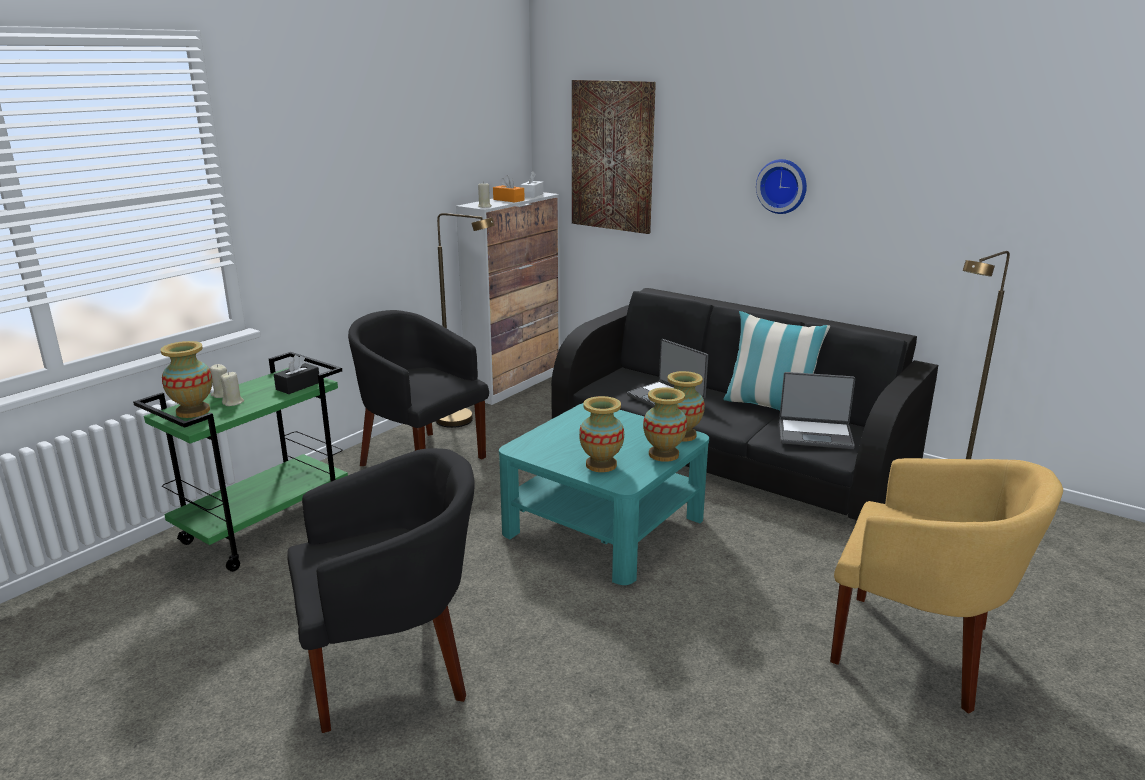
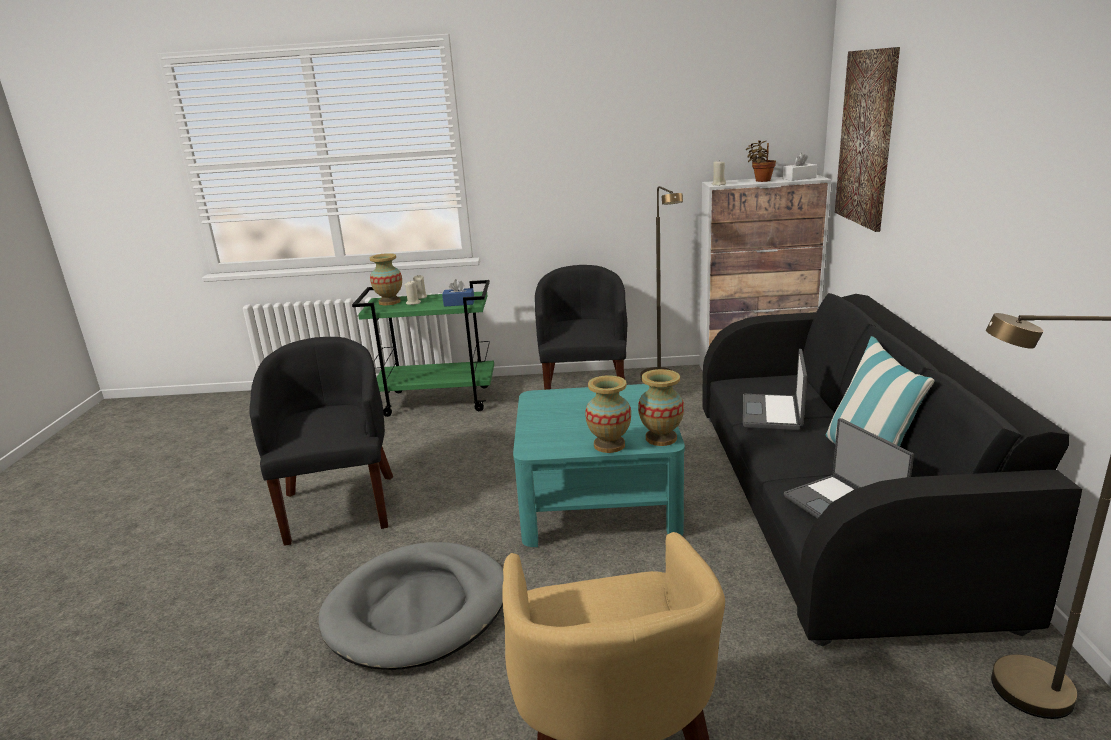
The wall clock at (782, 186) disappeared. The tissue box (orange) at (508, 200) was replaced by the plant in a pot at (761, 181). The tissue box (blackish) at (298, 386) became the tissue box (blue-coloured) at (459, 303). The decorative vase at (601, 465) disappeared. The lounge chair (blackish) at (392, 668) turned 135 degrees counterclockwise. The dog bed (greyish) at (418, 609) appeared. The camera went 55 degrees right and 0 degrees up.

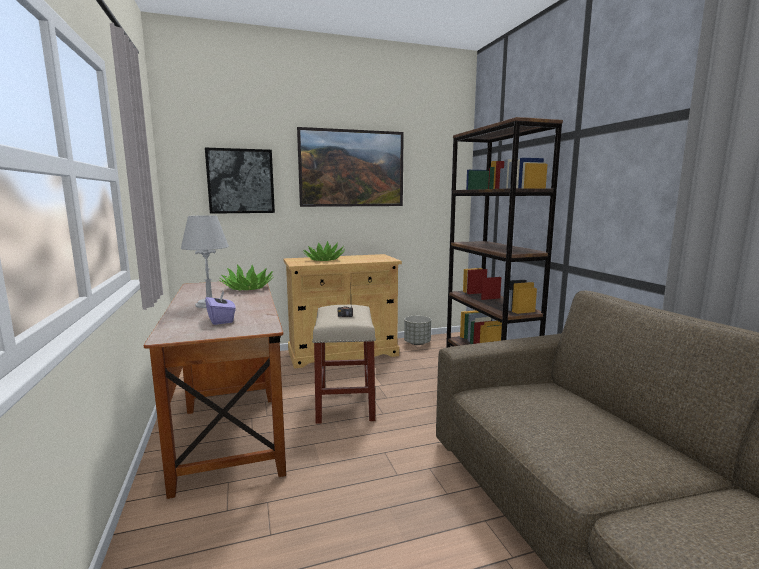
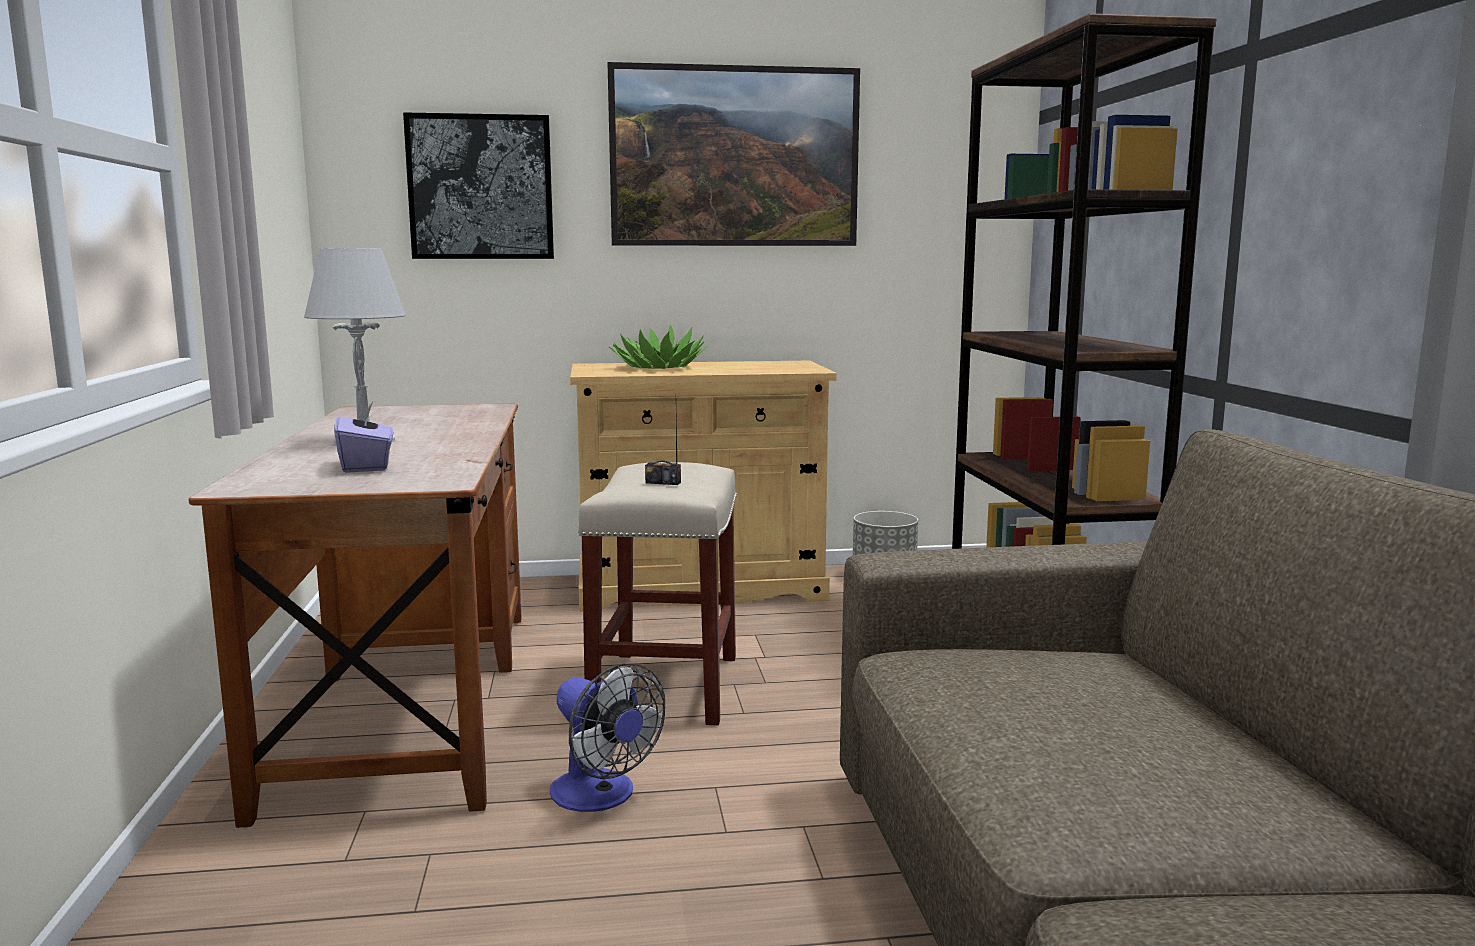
The plant in a pot at (247, 288) disappeared. The cooling fan at (601, 796) appeared. The camera went 10 degrees right and 0 degrees up.

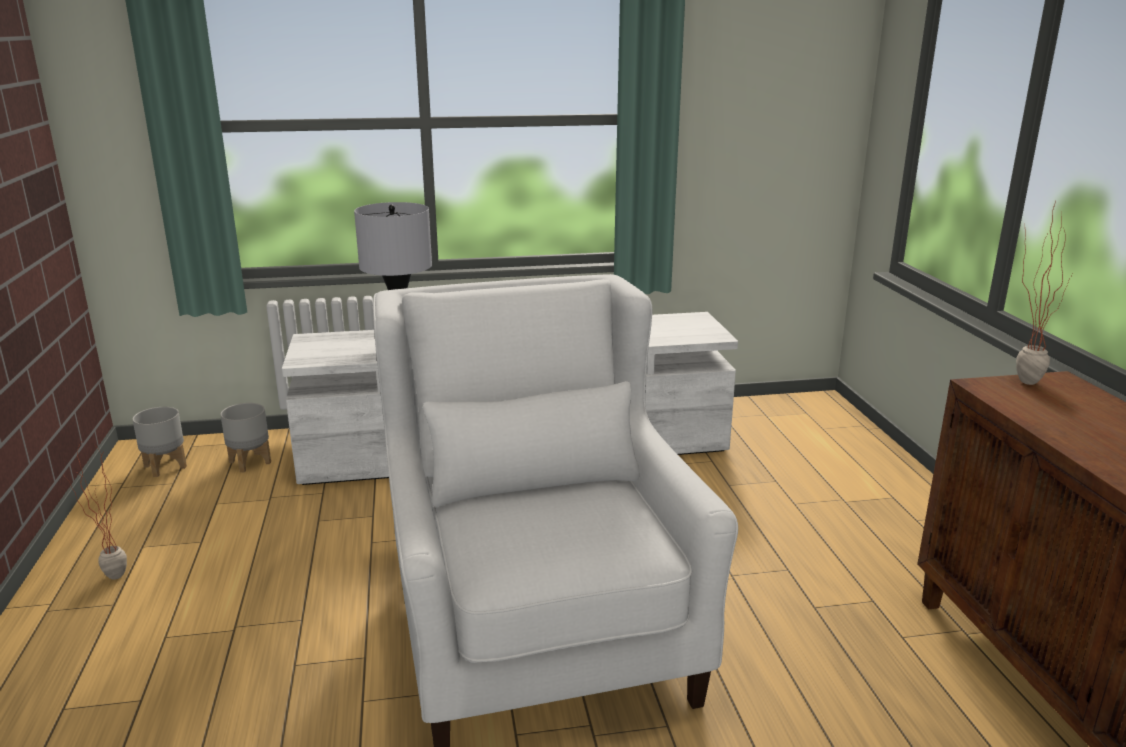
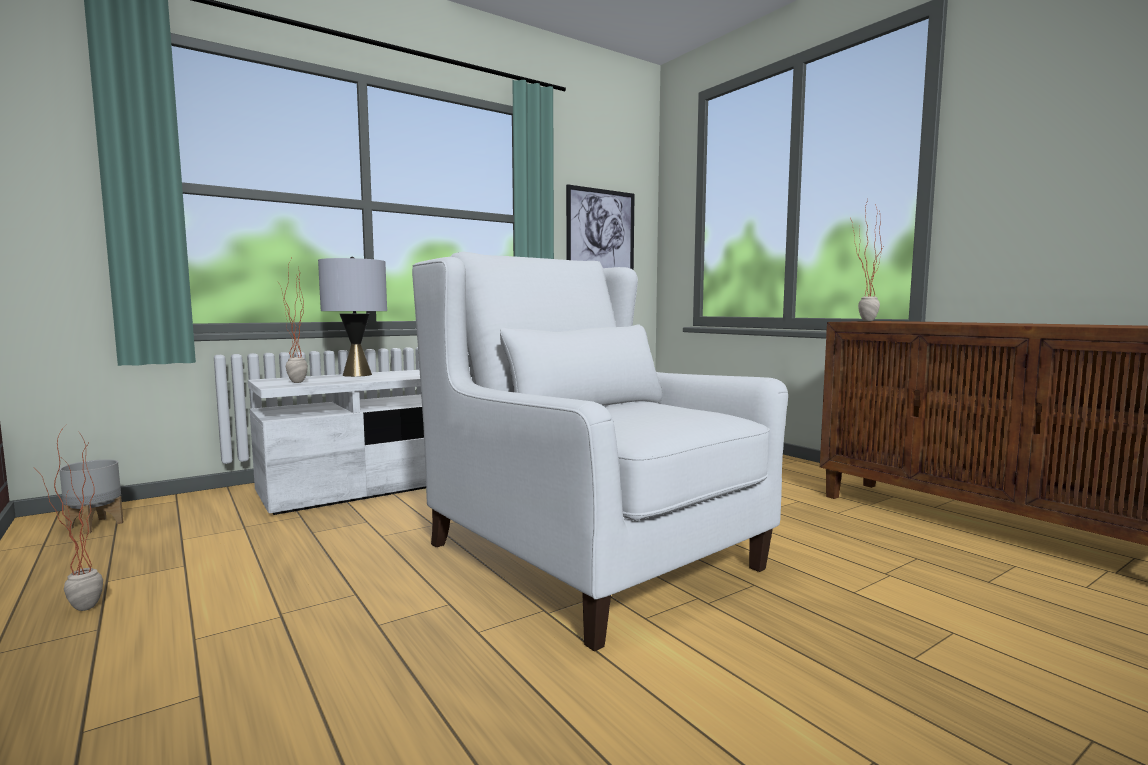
The plant pot (greyish) at (250, 462) disappeared. The picture at (600, 232) appeared. The plant in a pot at (296, 383) appeared. The camera went 25 degrees left and 15 degrees down.

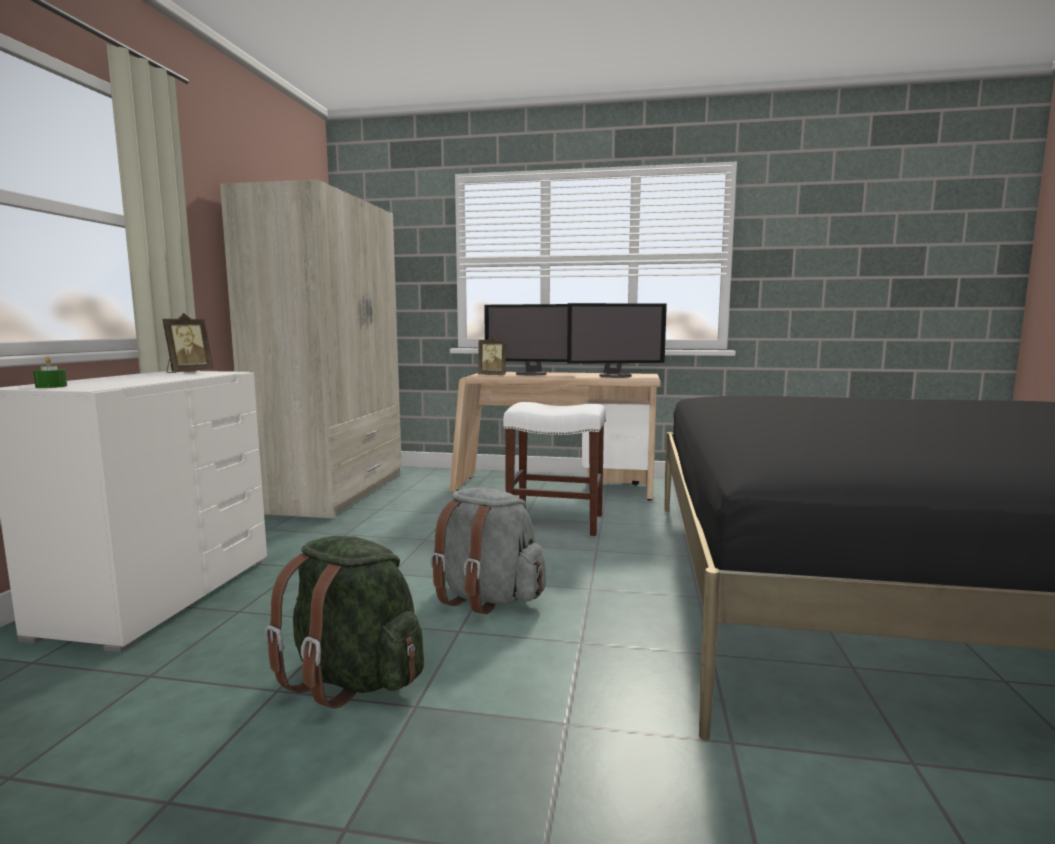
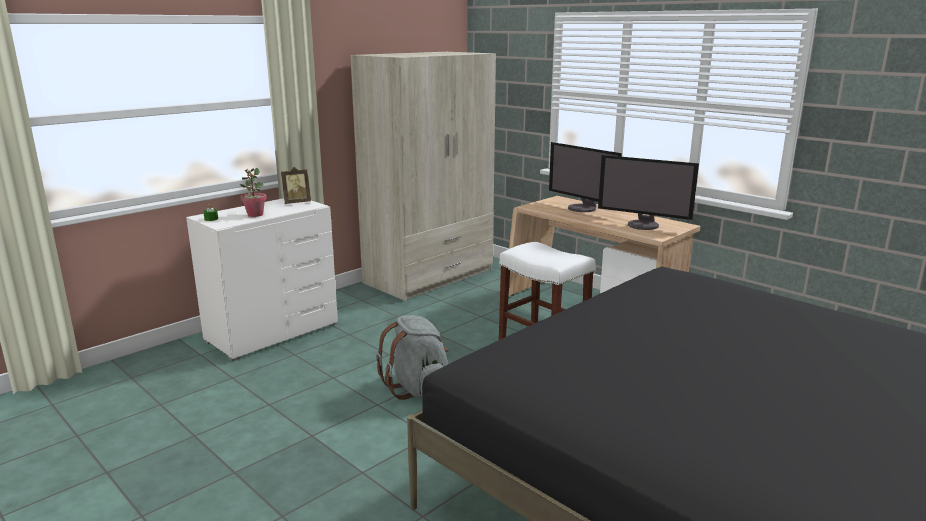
The standing frame at (492, 375) disappeared. The backpack (green) at (353, 679) disappeared. The plant in a pot at (255, 215) appeared. The camera went 35 degrees right and 10 degrees up.

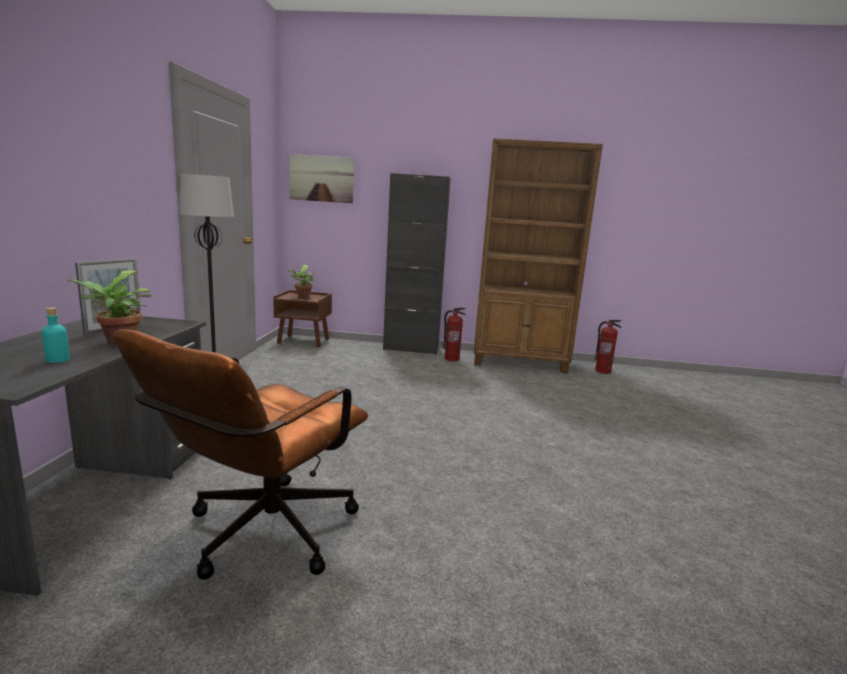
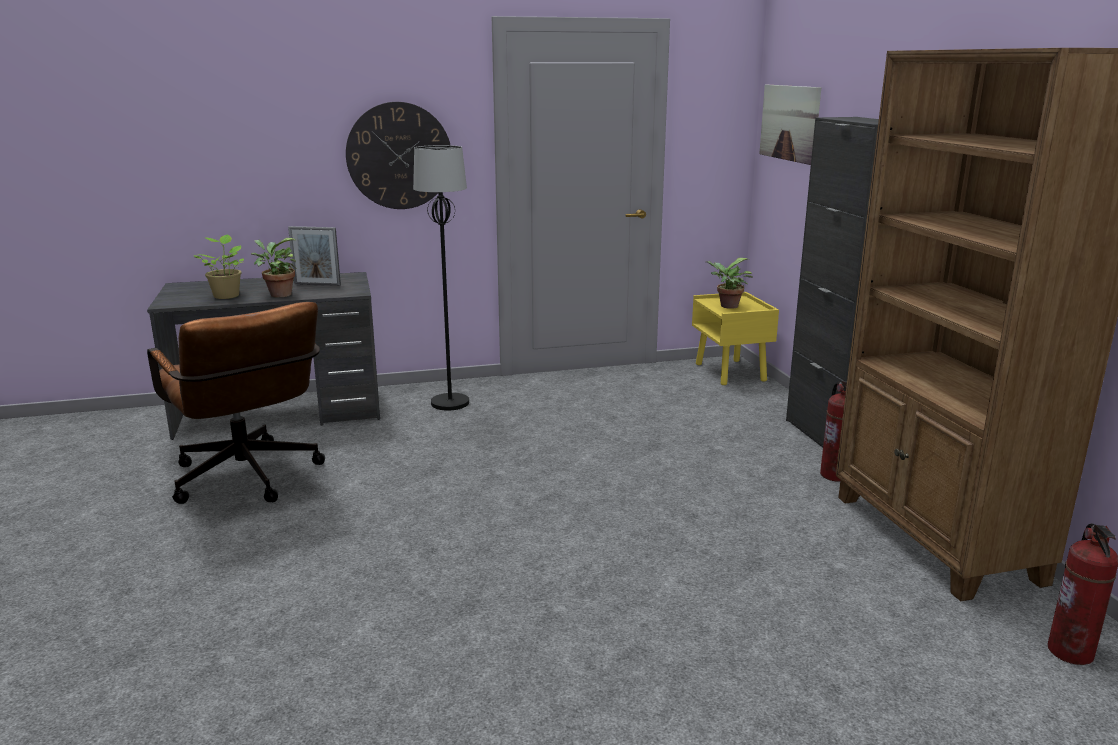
The night table (brownish) at (304, 341) became the night table (yellowish) at (731, 372). The beverage bottle (blue-green) at (58, 359) was replaced by the plant in a pot at (226, 295). The computer chair (brownish) at (259, 537) turned 135 degrees counterclockwise. The wall clock at (399, 156) appeared. The camera went 70 degrees right and 5 degrees up.

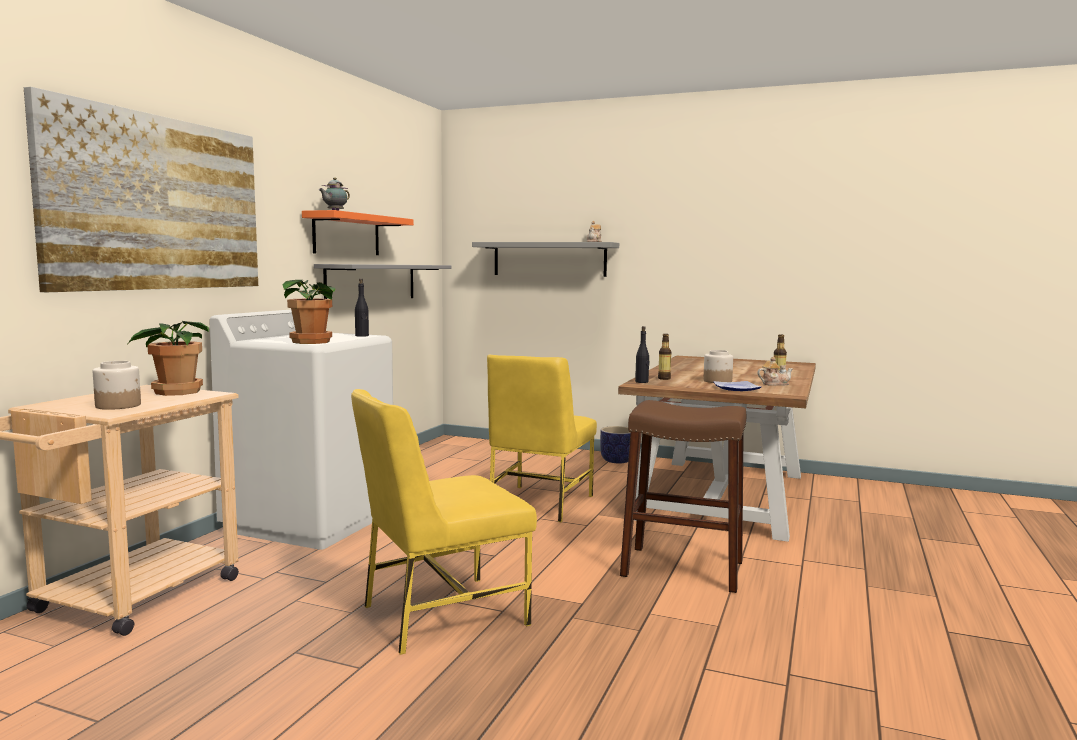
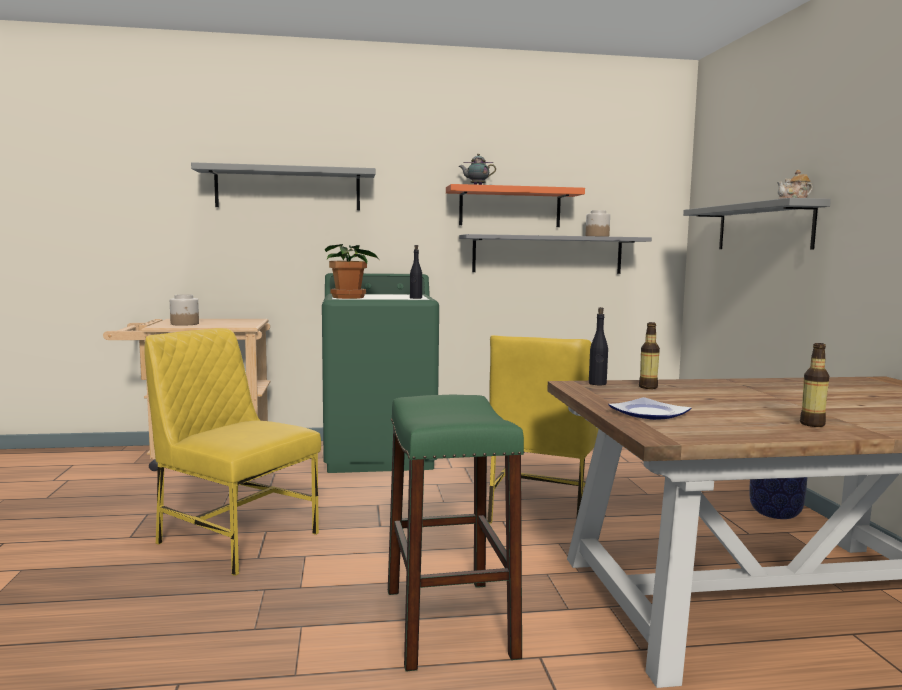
The picture at (157, 203) was replaced by the bracket shelf (greyish) at (288, 189). The laundry appliance (white-coloured) at (311, 521) became the laundry appliance (green) at (380, 455). The plant in a pot at (175, 392) disappeared. The preserve jar moved from (717, 381) to (597, 236). The chair (yellowish) at (539, 504) turned 60 degrees counterclockwise. The teapot at (774, 384) disappeared. The stool seat (brownish) at (682, 568) became the stool seat (green) at (449, 622). The camera went 60 degrees right and 0 degrees up.

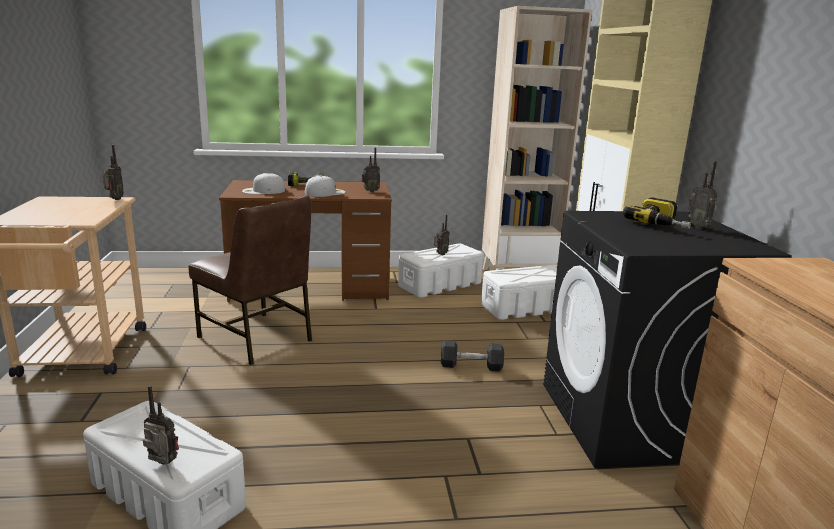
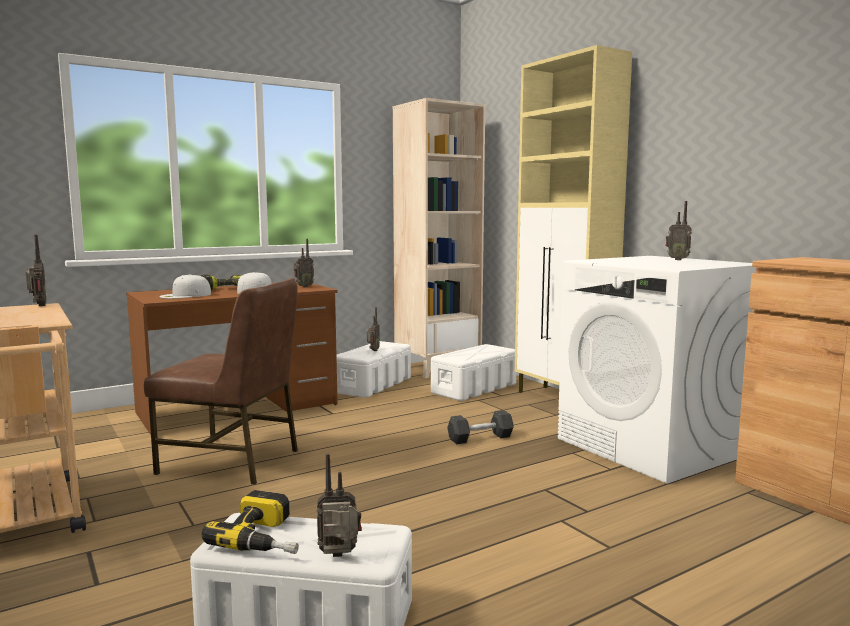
The drill moved from (662, 223) to (266, 538). The laundry appliance (blackish) at (631, 420) became the laundry appliance (white-coloured) at (651, 447). The camera went 25 degrees left and 10 degrees down.

